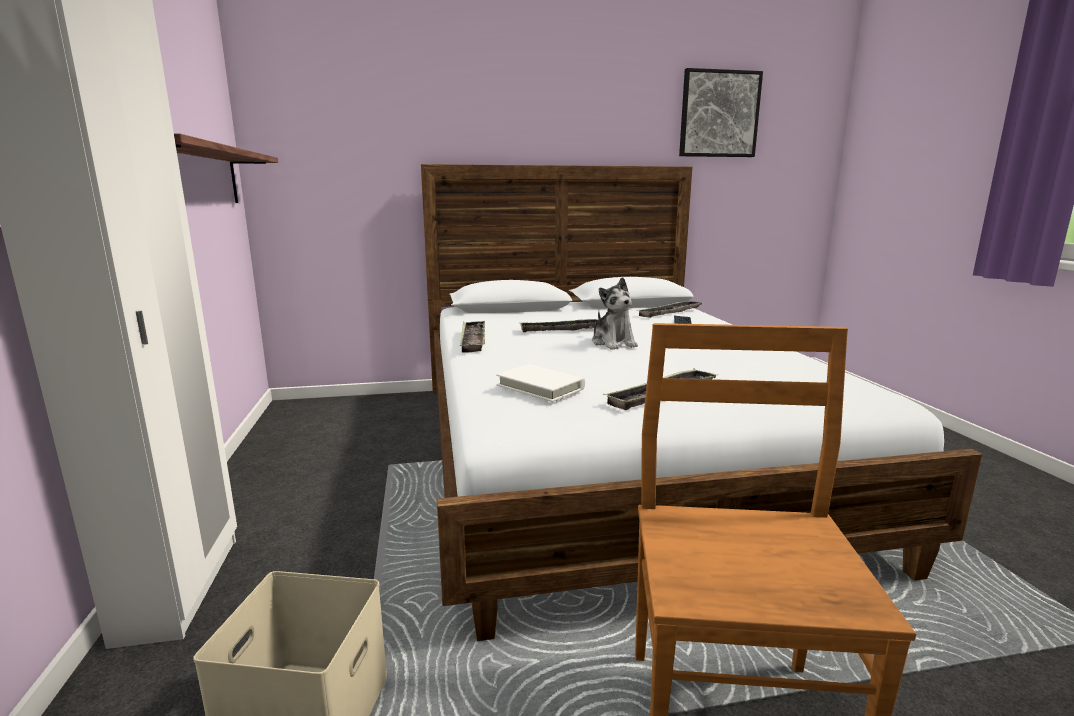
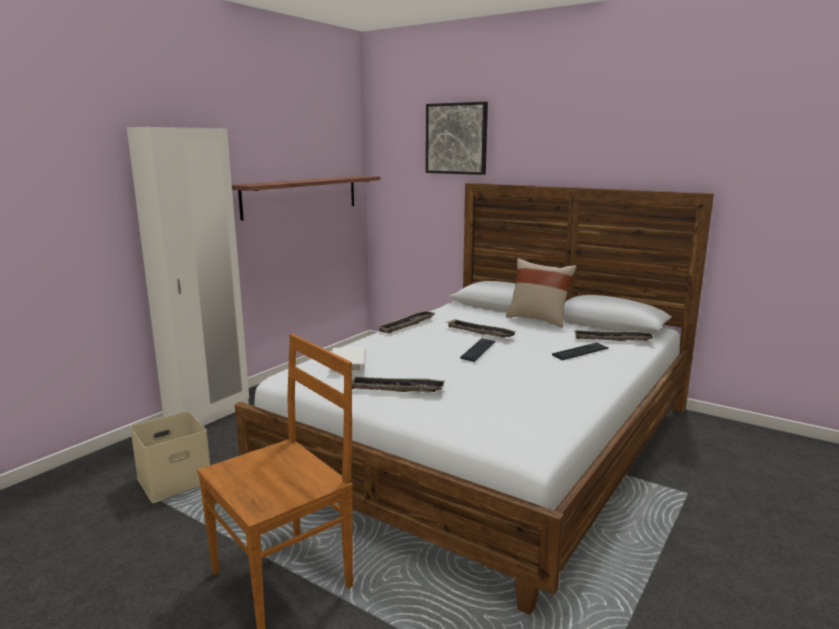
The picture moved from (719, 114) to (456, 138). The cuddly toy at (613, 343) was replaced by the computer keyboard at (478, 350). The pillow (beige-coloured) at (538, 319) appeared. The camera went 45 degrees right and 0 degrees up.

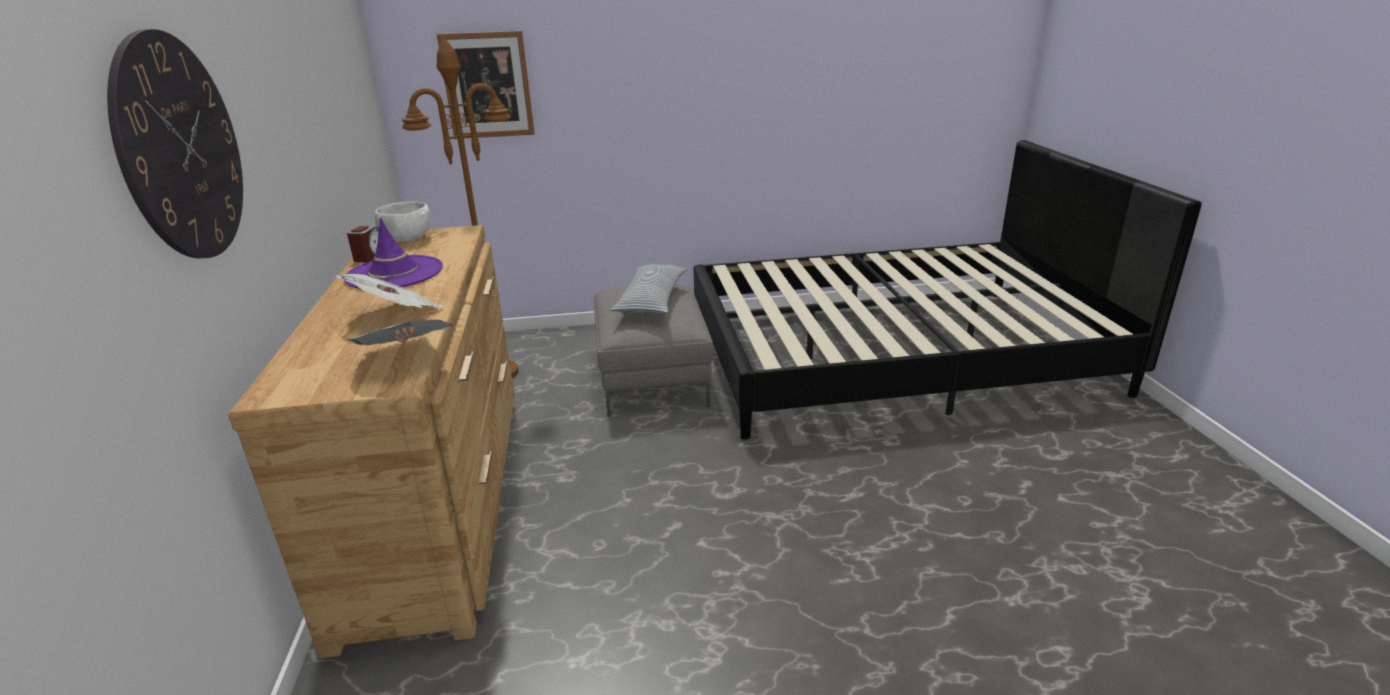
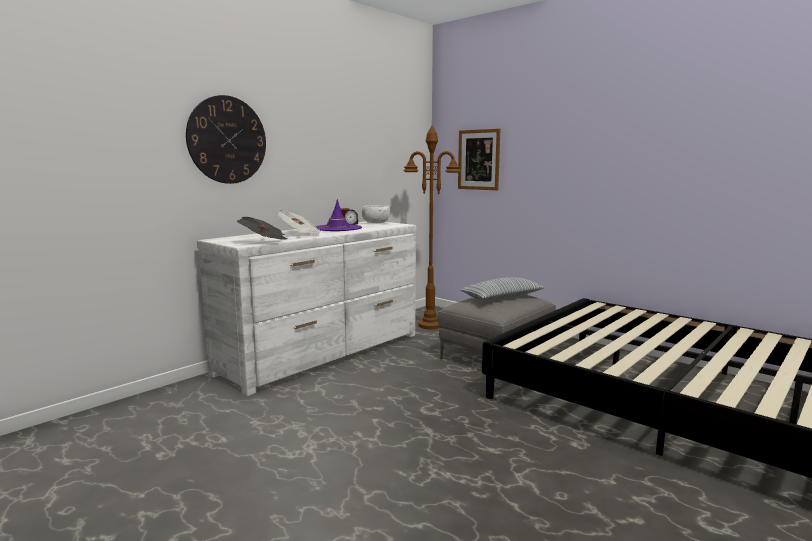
The chest of drawers (brownish) at (440, 496) became the chest of drawers (white-coloured) at (324, 353). The camera went 50 degrees right and 15 degrees down.

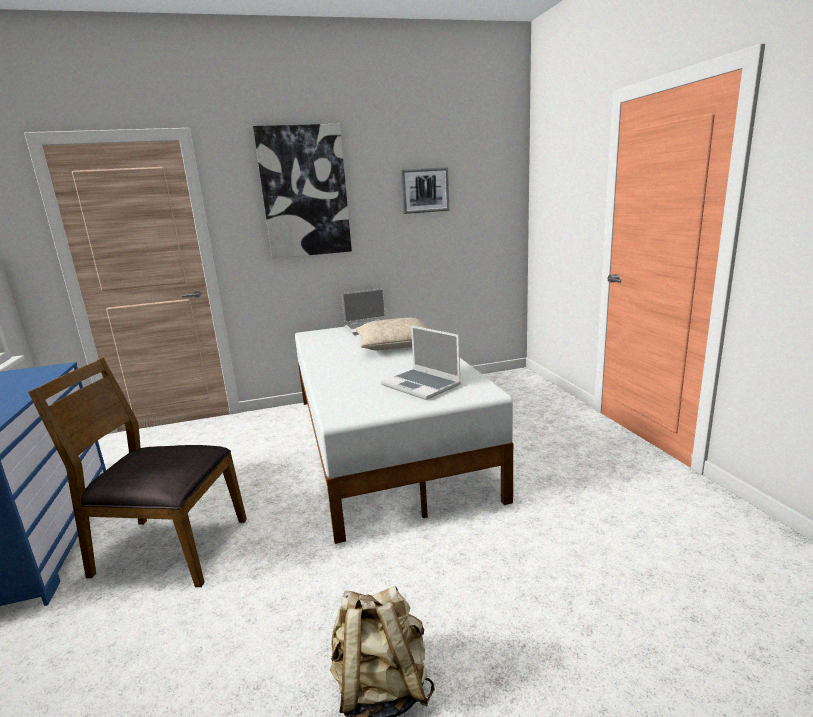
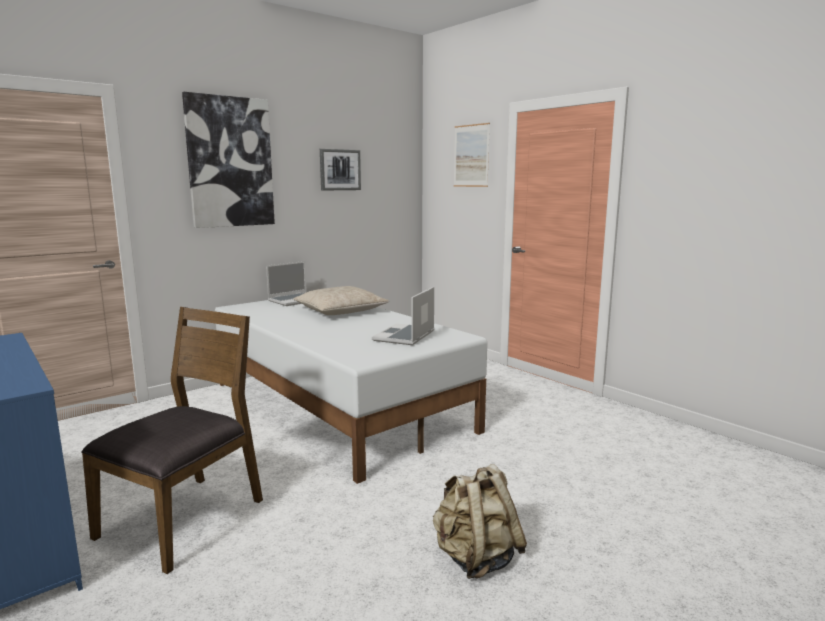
The portable computer at (422, 385) turned 90 degrees clockwise. The chair (brownish) at (169, 548) turned 135 degrees clockwise. The picture at (471, 156) appeared. The camera went 25 degrees left and 5 degrees down.

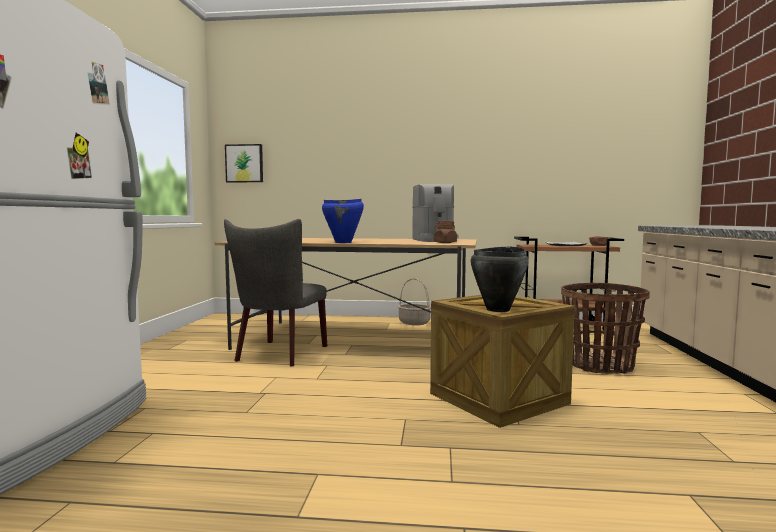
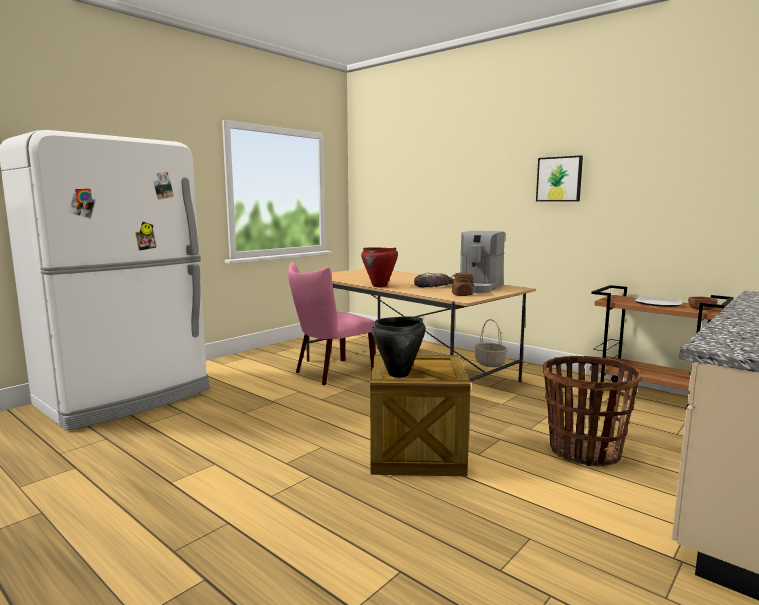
The picture moved from (244, 163) to (559, 179). The cooking pot (blue-coloured) at (343, 242) became the cooking pot (red) at (379, 286). The chair (greyish) at (278, 354) became the chair (pinkish) at (330, 373). The baked bread at (433, 285) appeared. The camera went 35 degrees right and 5 degrees up.

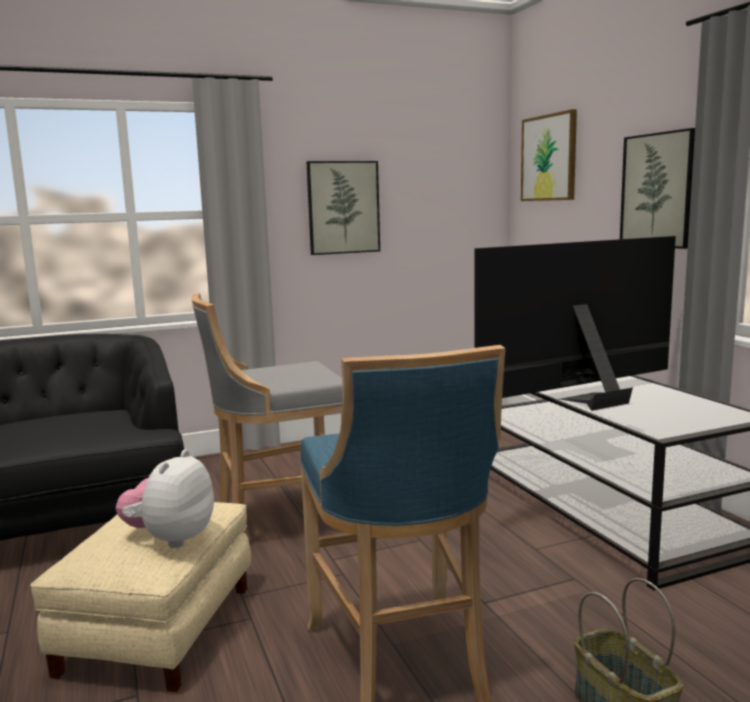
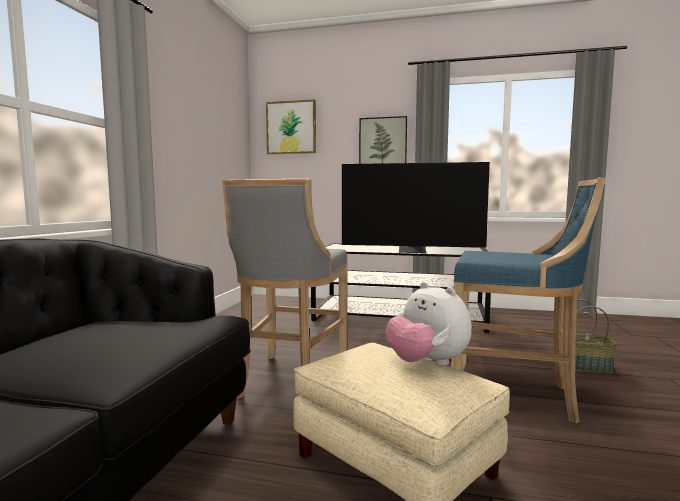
The picture at (343, 207) disappeared. The TV set at (586, 399) turned 90 degrees counterclockwise. The camera went 55 degrees left and 5 degrees down.

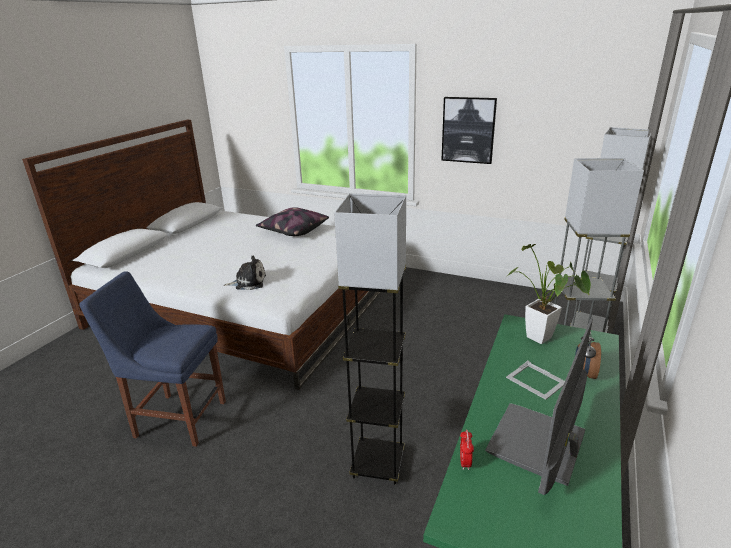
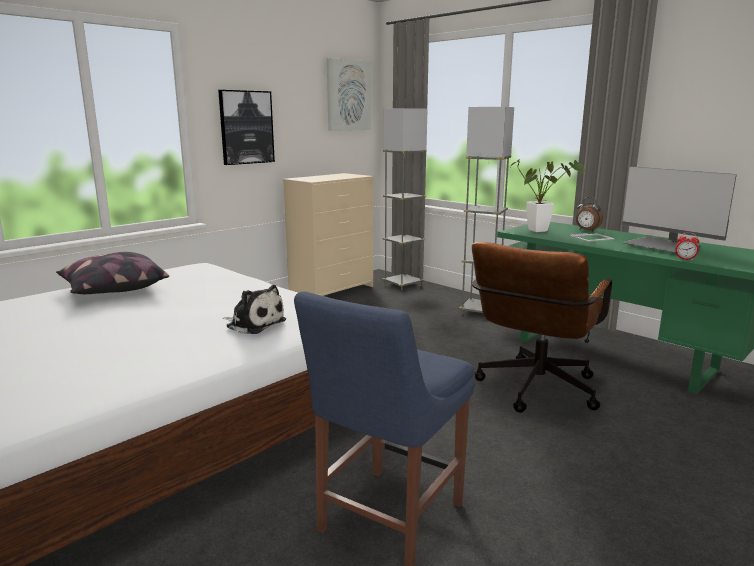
The standard lamp (greyish) at (378, 464) was replaced by the computer chair (brownish) at (533, 392). The cuddly toy at (248, 282) turned 105 degrees clockwise. The picture at (348, 95) appeared. The chest of drawers (beige-coloured) at (332, 290) appeared. The camera went 70 degrees left and 10 degrees down.

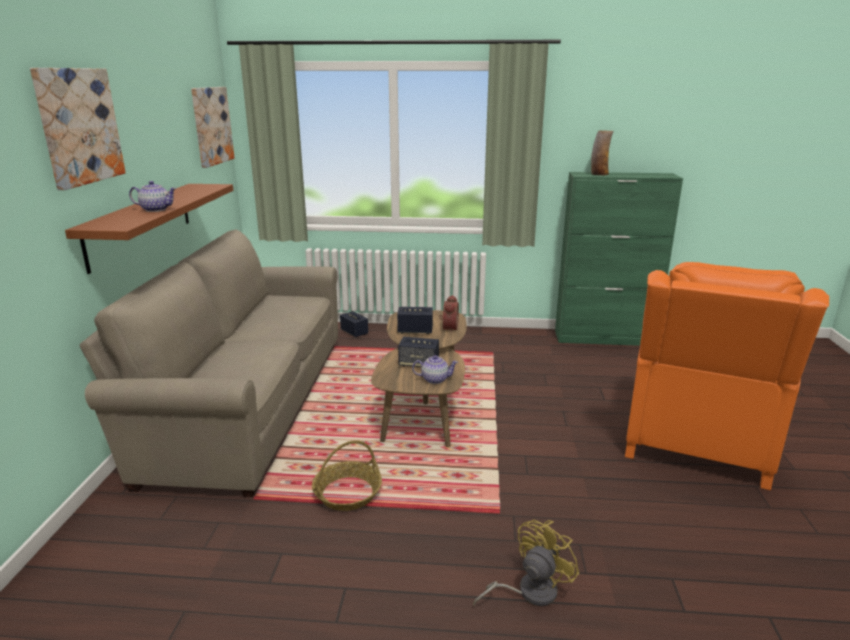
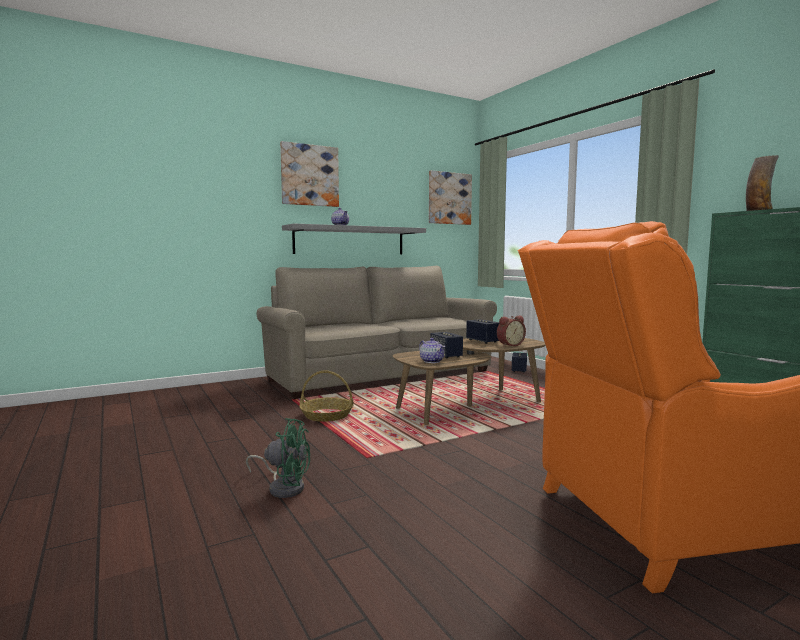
The bracket shelf (brownish) at (141, 224) became the bracket shelf (greyish) at (350, 240). The cooling fan (yellowish) at (528, 592) became the cooling fan (green) at (284, 487). The camera went 55 degrees right and 15 degrees down.

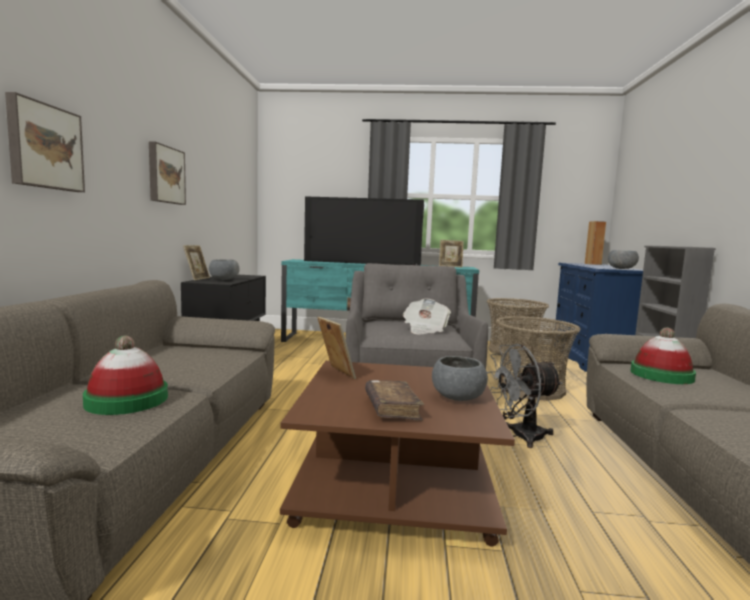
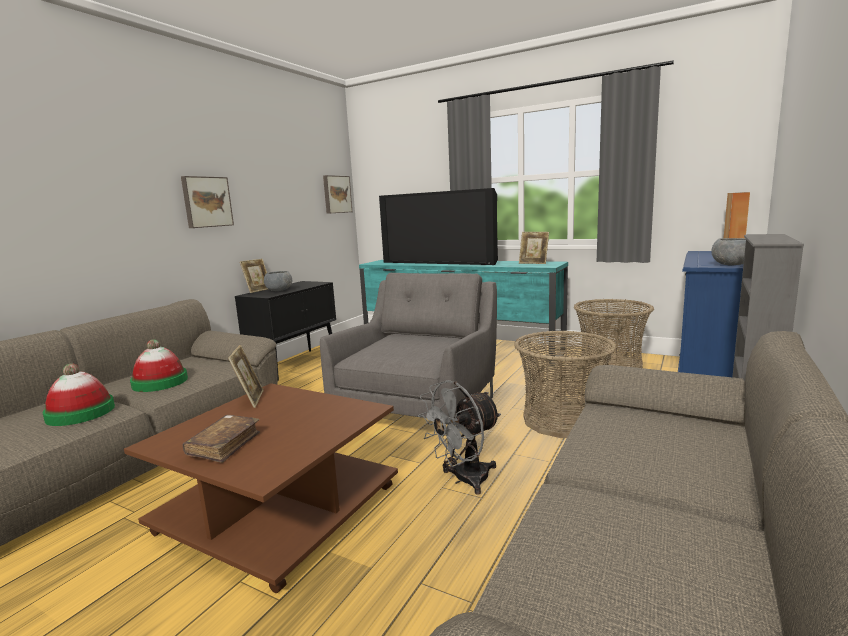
The picture moved from (44, 147) to (336, 194). The newspaper at (425, 330) disappeared. The clothing hat moved from (661, 375) to (160, 382). The cooling fan (greyish) at (520, 436) turned 45 degrees counterclockwise. The deep dish (greyish) at (457, 397) disappeared. The camera went 25 degrees right and 5 degrees up.

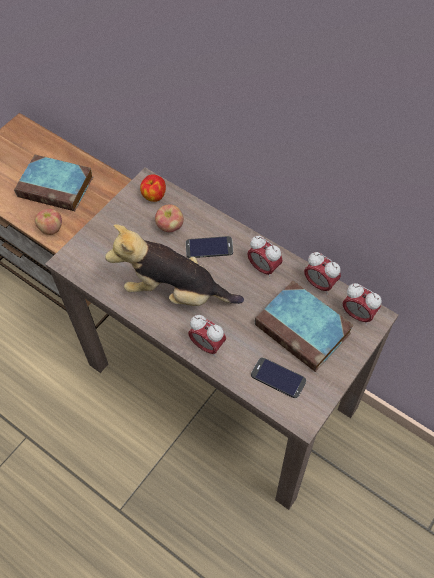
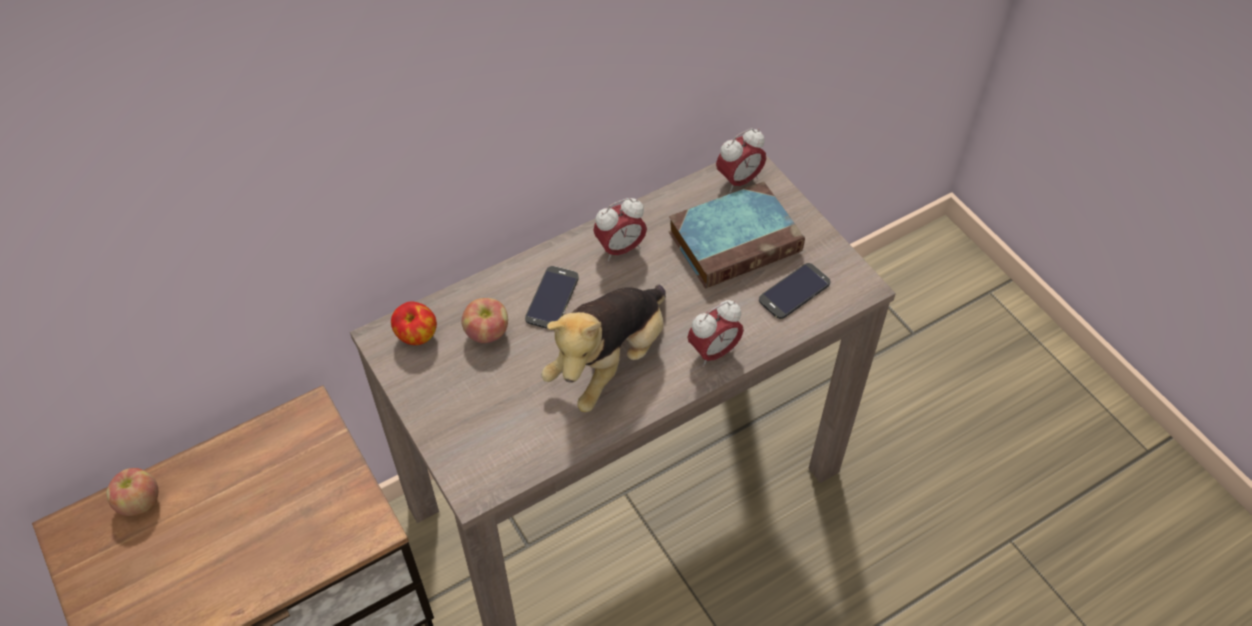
The volume at (57, 187) disappeared. The whole apple moved from (51, 228) to (139, 502). The table clock at (319, 284) disappeared. The camera went 70 degrees left and 5 degrees down.

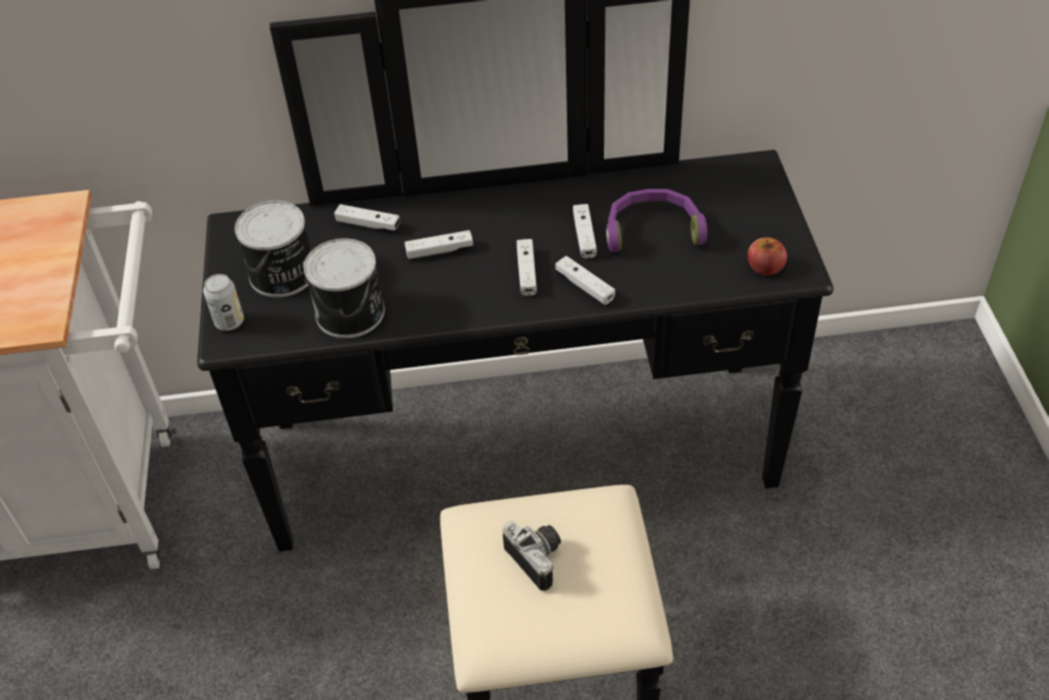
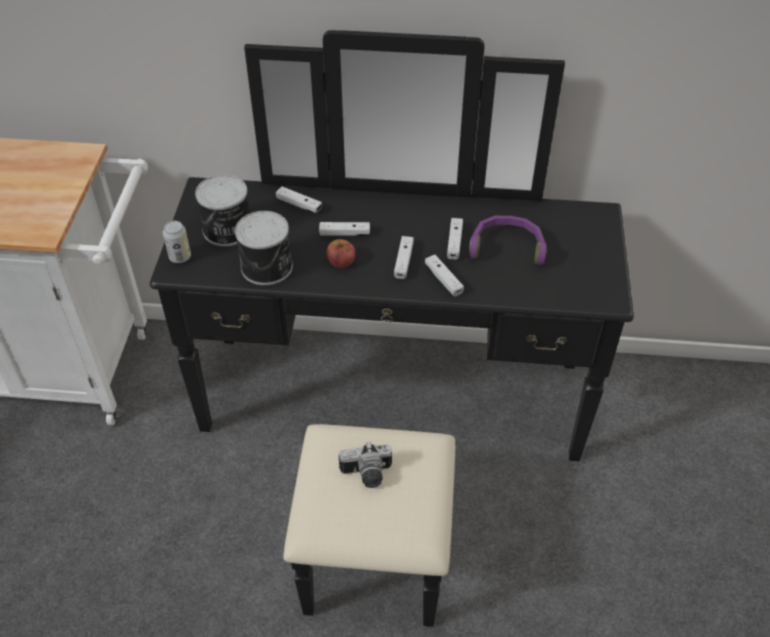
The whole apple moved from (765, 266) to (341, 261). The still camera at (539, 558) turned 105 degrees clockwise. The camera went 10 degrees right and 0 degrees up.

